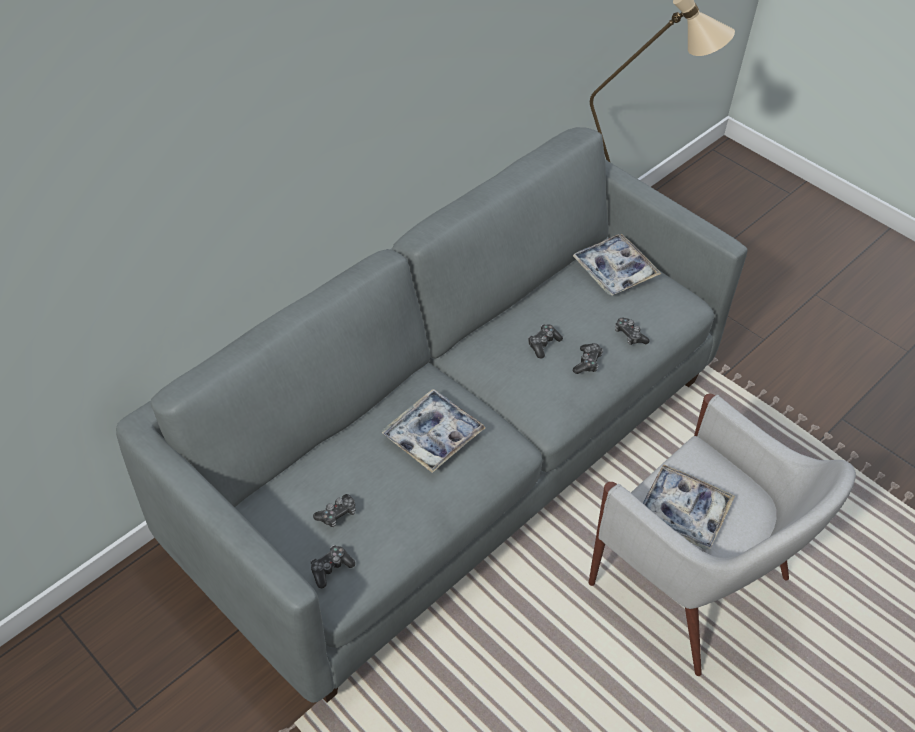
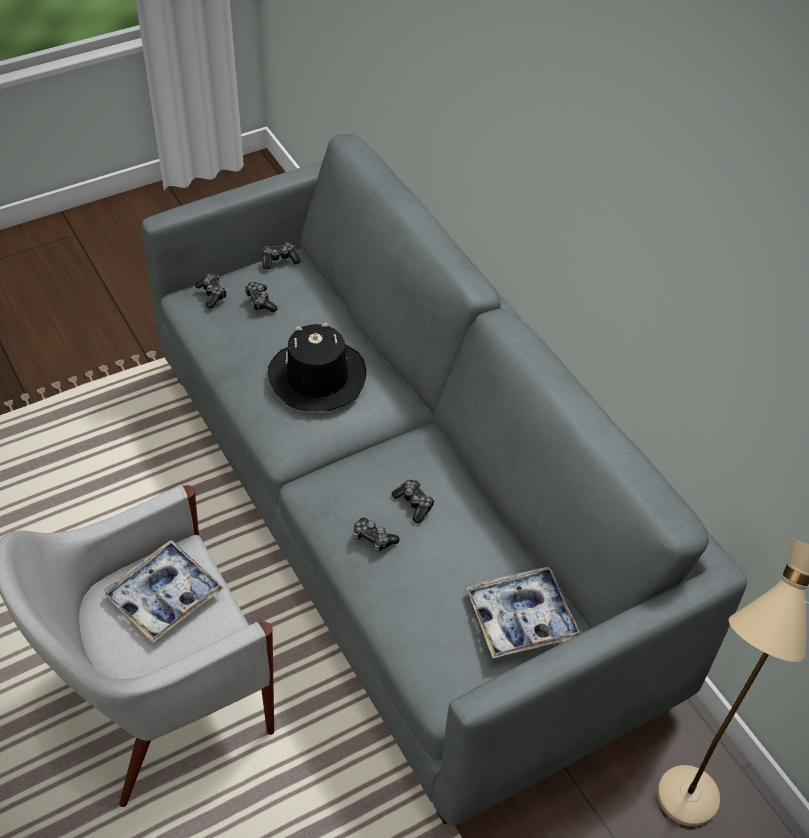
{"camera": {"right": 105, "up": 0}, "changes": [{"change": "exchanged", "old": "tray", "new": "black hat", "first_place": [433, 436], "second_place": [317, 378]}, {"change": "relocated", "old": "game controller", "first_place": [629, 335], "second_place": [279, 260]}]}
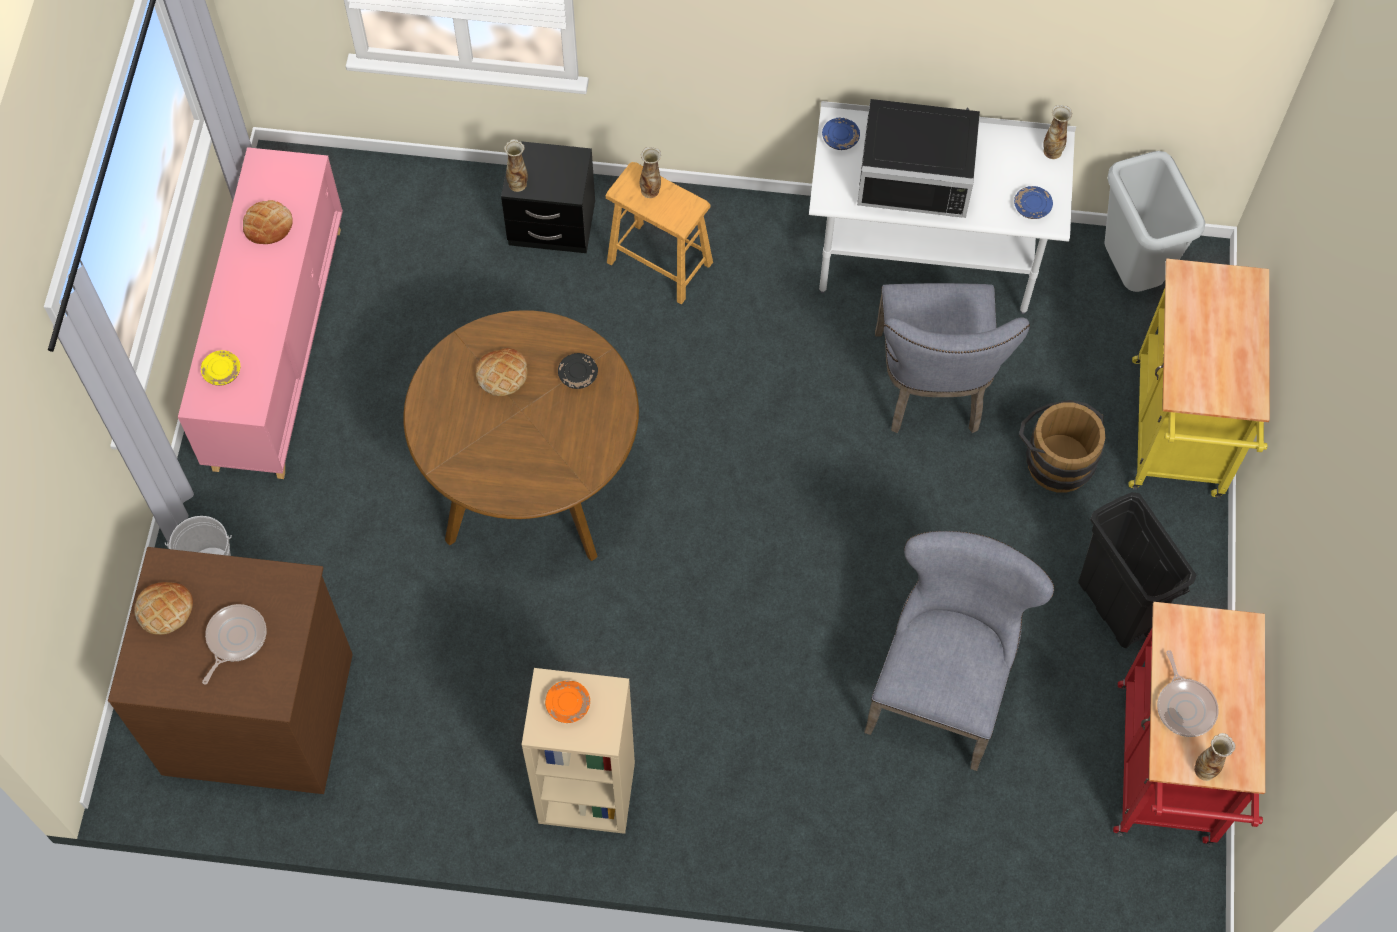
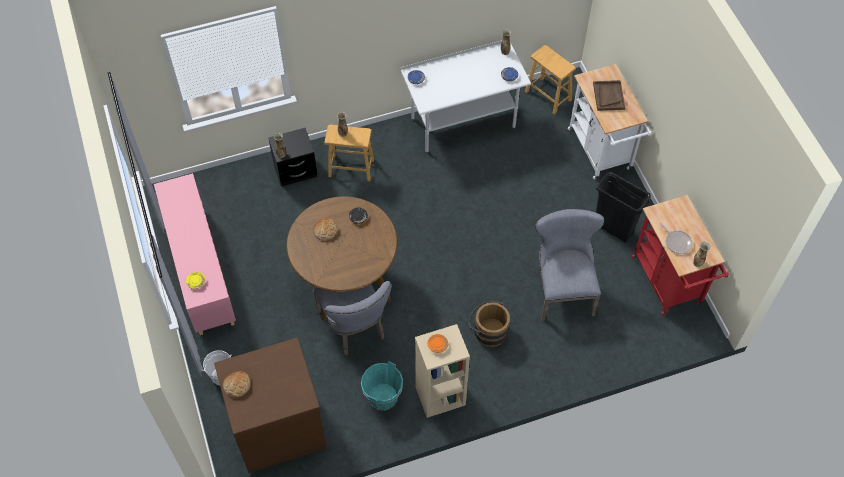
{"camera": {"right": -25, "up": -5}, "changes": [{"change": "missing", "old": "frying pan", "first_place": [235, 639]}, {"change": "missing", "old": "bread", "first_place": [268, 225]}, {"change": "missing", "old": "black microwave", "first_place": [916, 170]}, {"change": "relocated", "old": "grey chair", "first_place": [932, 390], "second_place": [355, 327]}, {"change": "relocated", "old": "brown bucket", "first_place": [1055, 458], "second_place": [488, 330]}, {"change": "exchanged", "old": "grey trash can", "new": "brown stool", "first_place": [1131, 273], "second_place": [548, 95]}, {"change": "colour", "old": "yellow cart", "new": "white cart", "first_place": [1177, 438], "second_place": [601, 152]}, {"change": "appeared", "new": "turquoise bucket", "second_place": [382, 397]}, {"change": "appeared", "new": "brown tray", "second_place": [608, 96]}]}
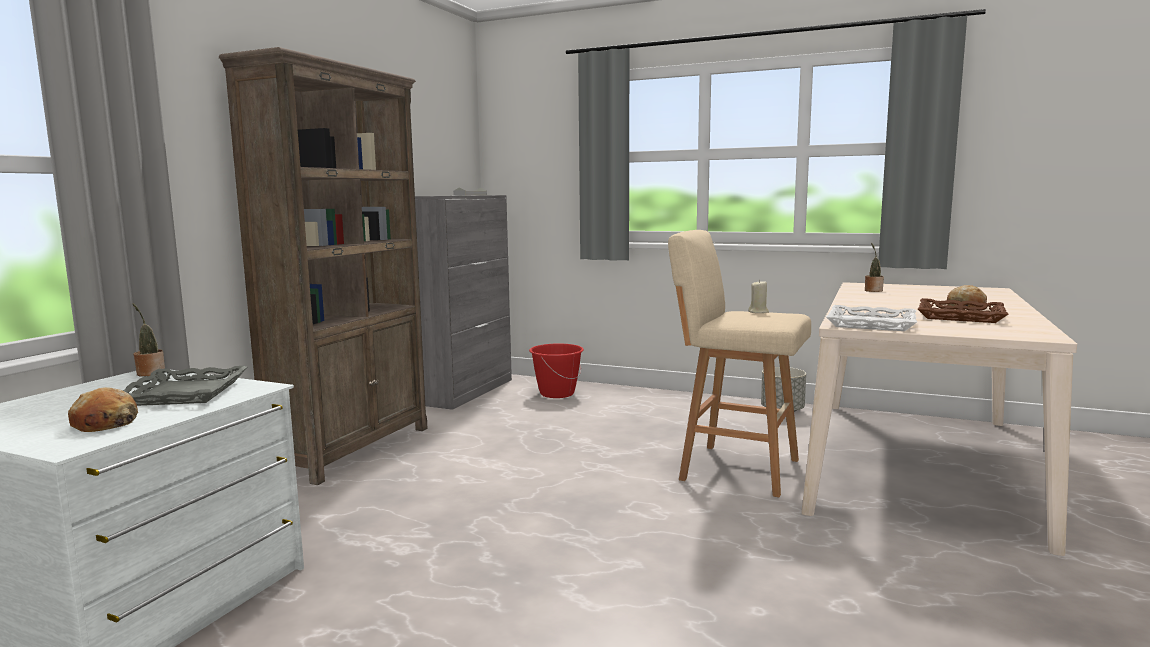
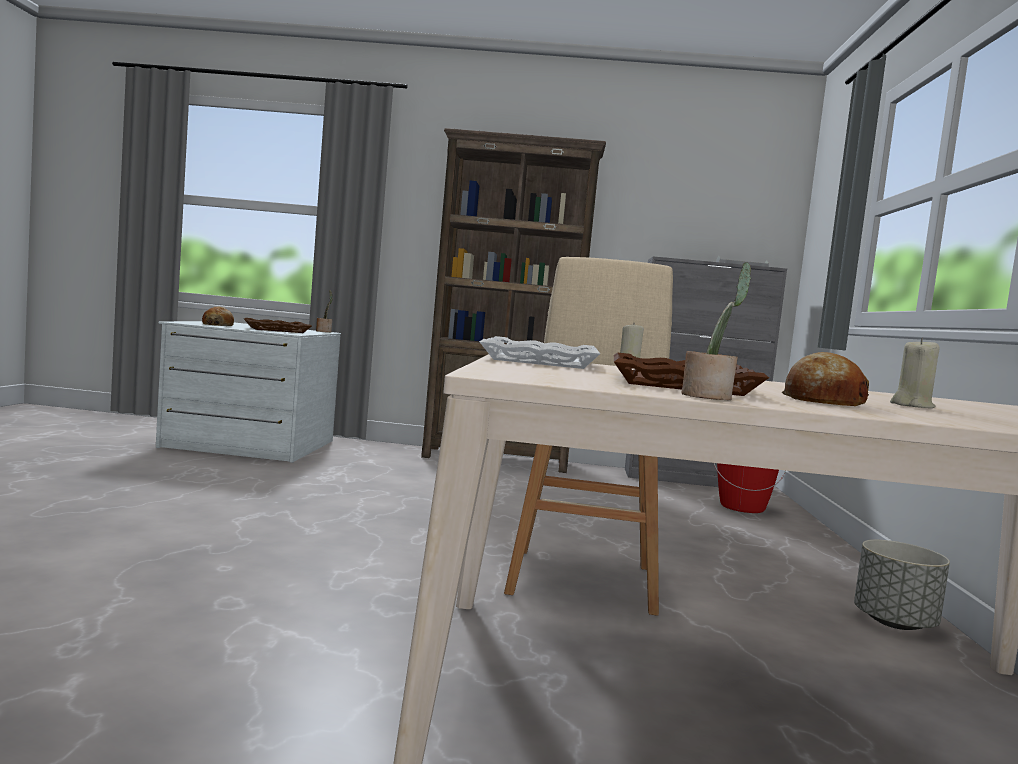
{"camera": {"right": 70, "up": -5}, "changes": [{"change": "colour", "old": "grey tray", "new": "brown tray", "first_place": [183, 393], "second_place": [276, 330]}, {"change": "relocated", "old": "potted plant", "first_place": [873, 290], "second_place": [709, 397]}, {"change": "appeared", "new": "beige candle", "second_place": [912, 406]}]}
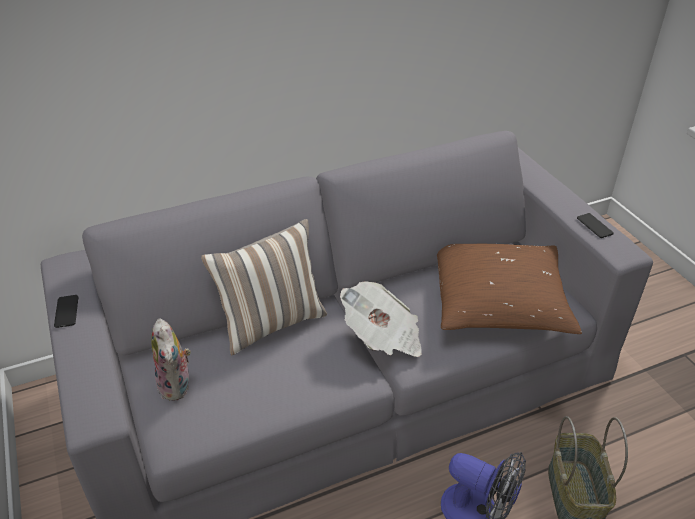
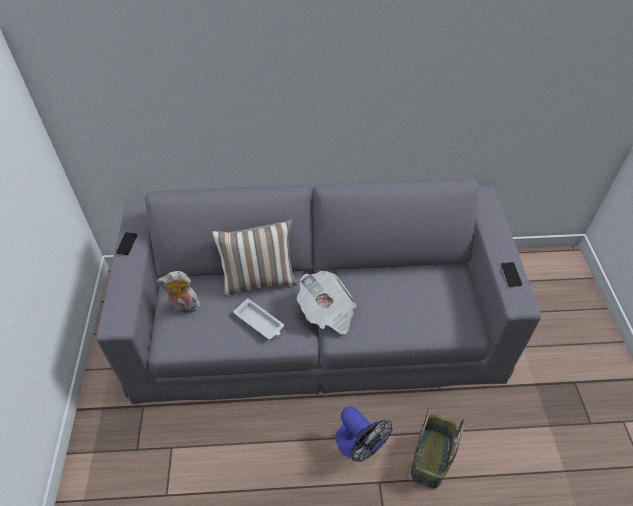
{"camera": {"right": 20, "up": 10}, "changes": [{"change": "spun", "old": "plush toy", "first_place": [177, 385], "second_place": [184, 307], "degrees": 90}, {"change": "missing", "old": "brown pillow", "first_place": [499, 301]}, {"change": "appeared", "new": "white tray", "second_place": [259, 322]}]}
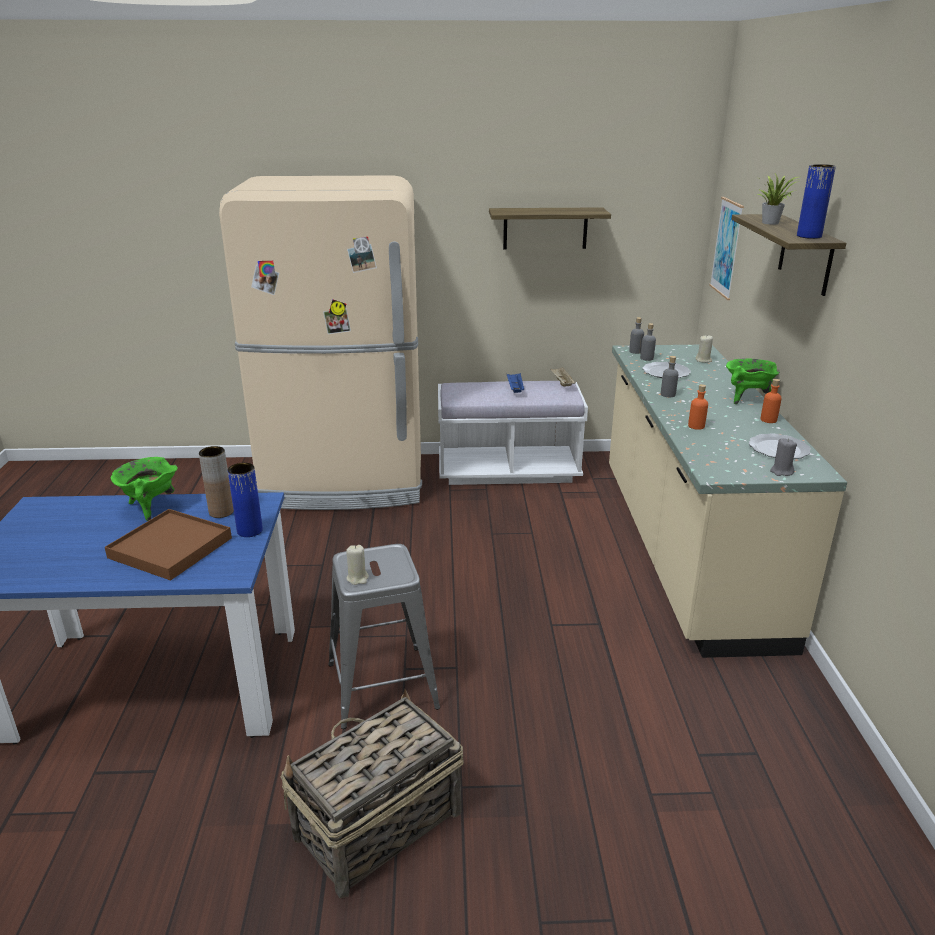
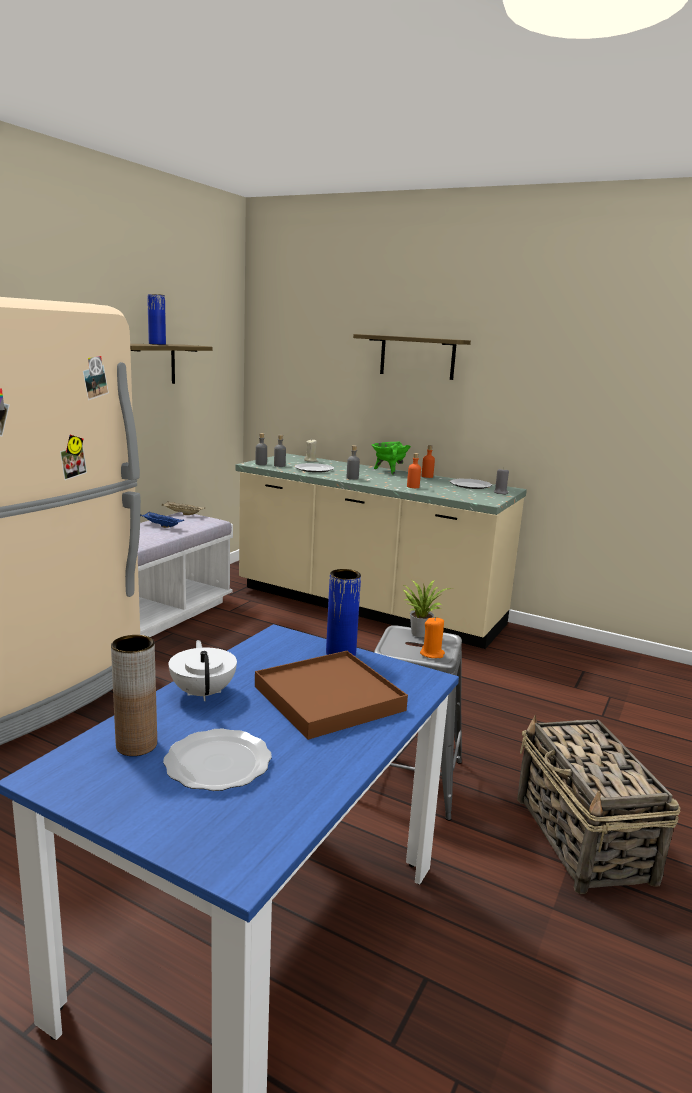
{"camera": {"right": -60, "up": -10}, "changes": [{"change": "exchanged", "old": "green cooking pot", "new": "white teapot", "first_place": [150, 508], "second_place": [203, 692]}, {"change": "relocated", "old": "brown vase", "first_place": [221, 512], "second_place": [136, 745]}, {"change": "colour", "old": "beige candle", "new": "orange candle", "first_place": [357, 578], "second_place": [432, 654]}, {"change": "missing", "old": "picture", "first_place": [726, 248]}, {"change": "relocated", "old": "potted plant", "first_place": [771, 222], "second_place": [419, 632]}, {"change": "relocated", "old": "blue vase", "first_place": [809, 236], "second_place": [157, 344]}, {"change": "appeared", "new": "plate", "second_place": [216, 764]}]}
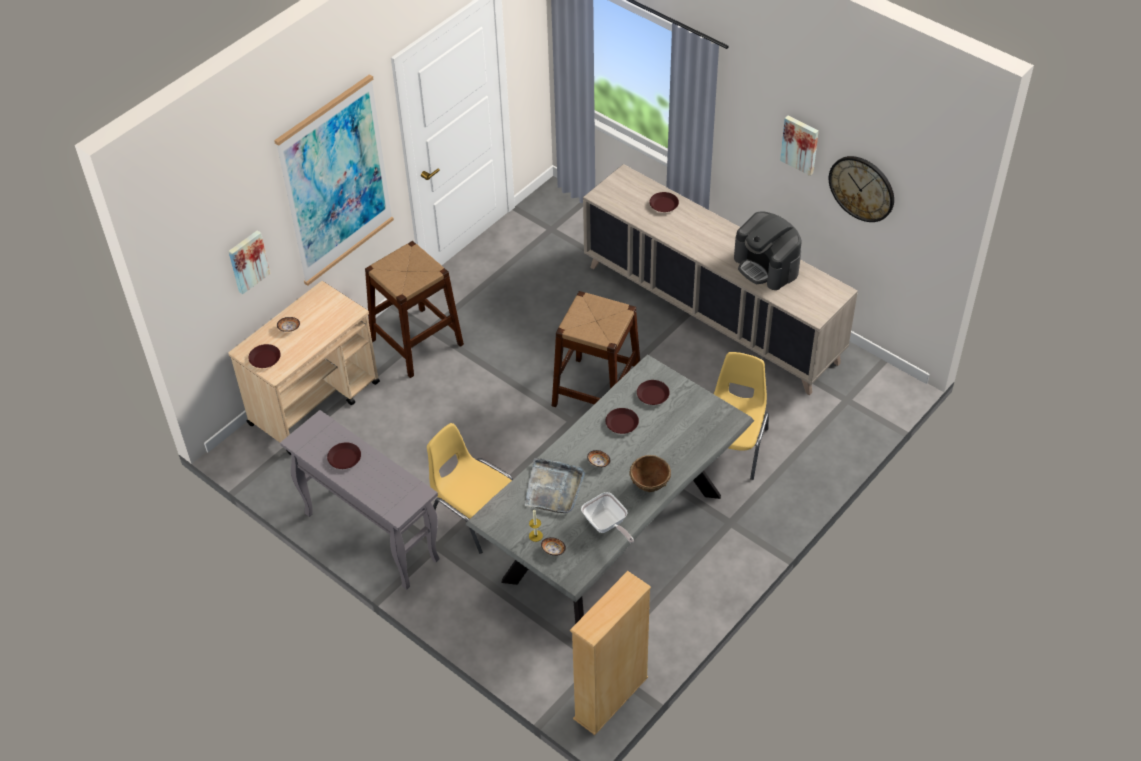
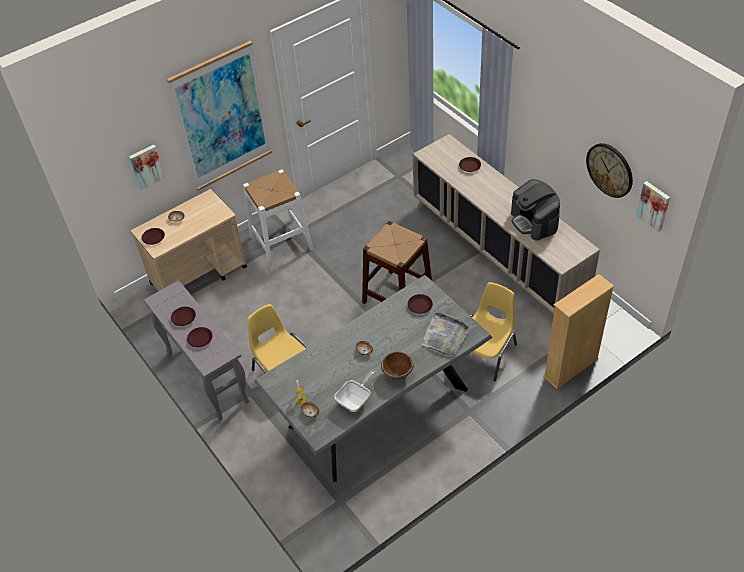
{"camera": {"right": 15, "up": 0}, "changes": [{"change": "colour", "old": "brown stool", "new": "white stool", "first_place": [416, 342], "second_place": [281, 242]}, {"change": "relocated", "old": "grey tray", "first_place": [554, 488], "second_place": [445, 335]}, {"change": "relocated", "old": "beige bookcase", "first_place": [611, 698], "second_place": [570, 368]}, {"change": "spun", "old": "frying pan", "first_place": [607, 525], "second_place": [356, 400], "degrees": -120}, {"change": "relocated", "old": "brown plate", "first_place": [621, 423], "second_place": [200, 339]}, {"change": "relocated", "old": "picture", "first_place": [800, 144], "second_place": [654, 205]}]}
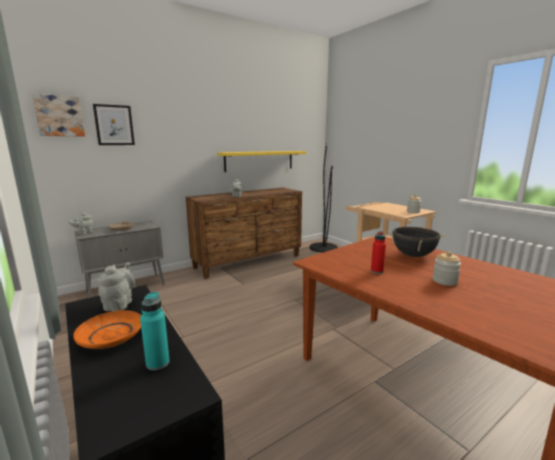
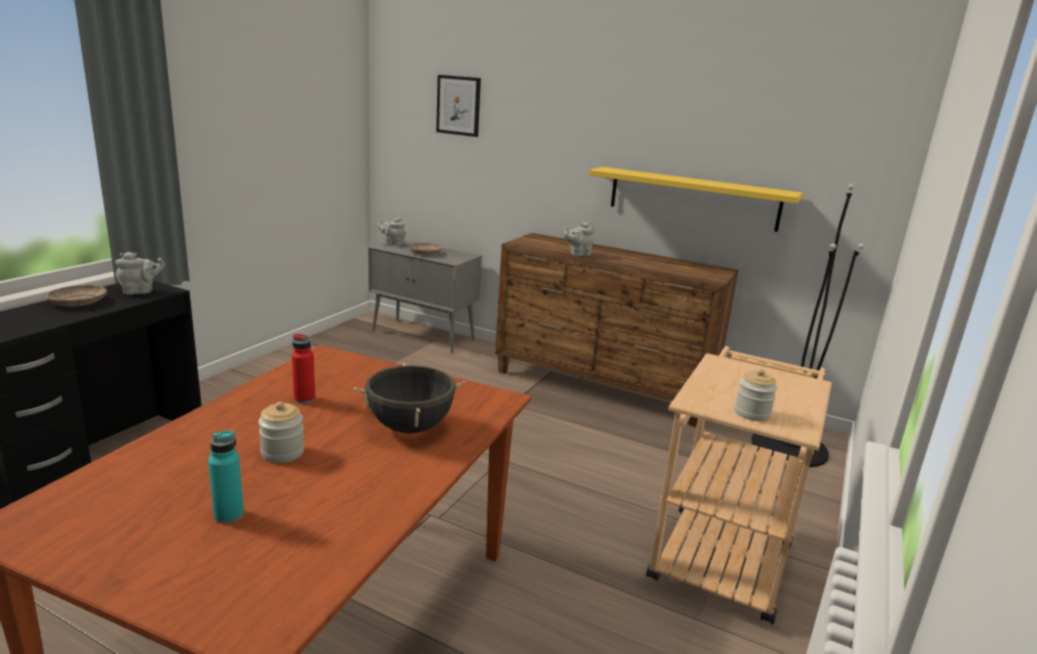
{"camera": {"right": 60, "up": 5}, "changes": [{"change": "missing", "old": "picture", "first_place": [59, 116]}, {"change": "colour", "old": "orange plate", "new": "beige plate", "first_place": [111, 337], "second_place": [78, 302]}, {"change": "relocated", "old": "turquoise bottle", "first_place": [158, 363], "second_place": [229, 515]}]}
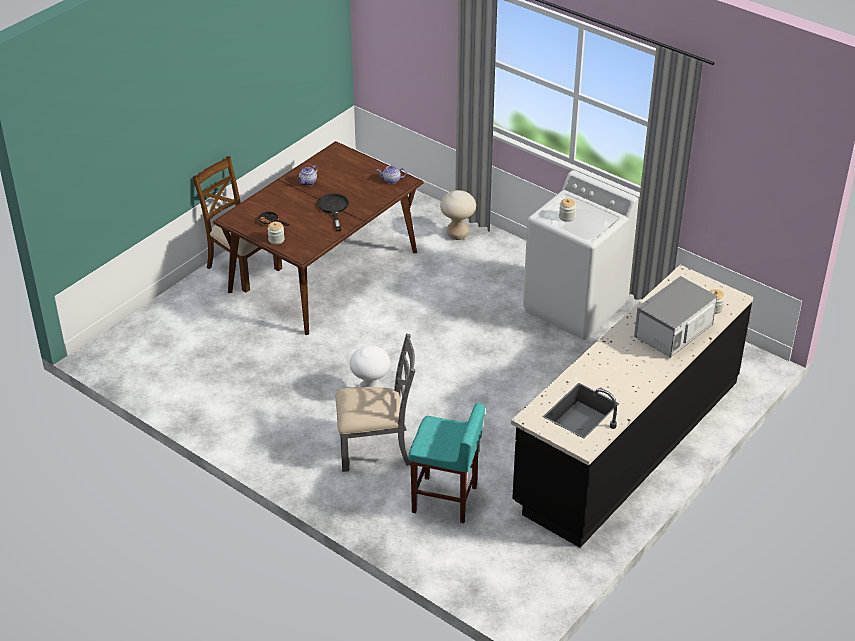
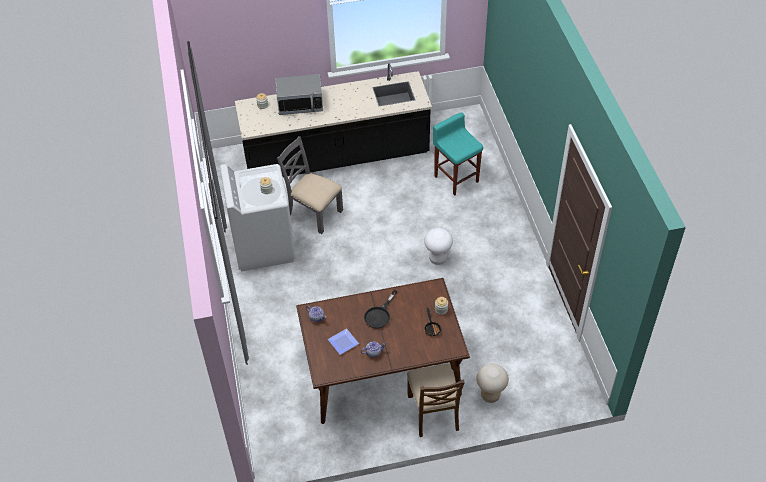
{"camera": {"right": -140, "up": 10}, "changes": [{"change": "relocated", "old": "grey chair", "first_place": [375, 448], "second_place": [314, 213]}, {"change": "relocated", "old": "beige stool", "first_place": [457, 235], "second_place": [490, 395]}, {"change": "appeared", "new": "plate", "second_place": [343, 343]}]}
